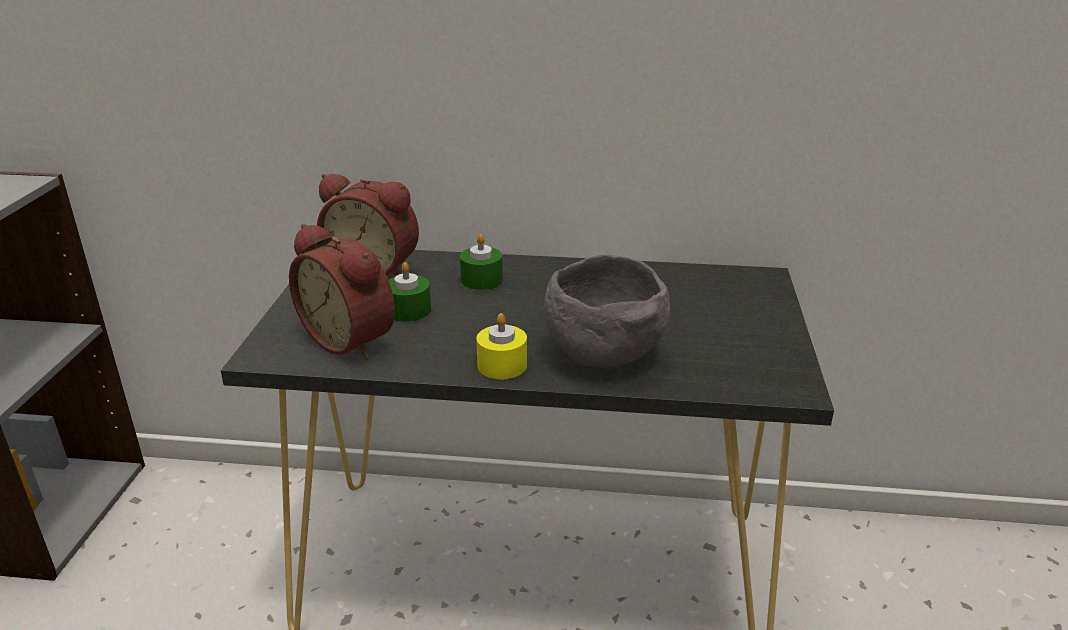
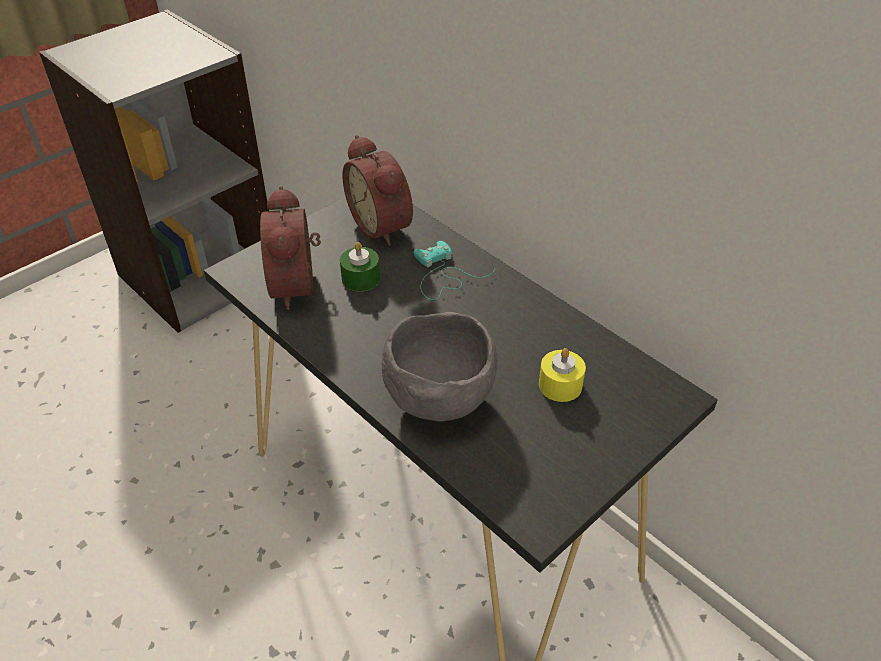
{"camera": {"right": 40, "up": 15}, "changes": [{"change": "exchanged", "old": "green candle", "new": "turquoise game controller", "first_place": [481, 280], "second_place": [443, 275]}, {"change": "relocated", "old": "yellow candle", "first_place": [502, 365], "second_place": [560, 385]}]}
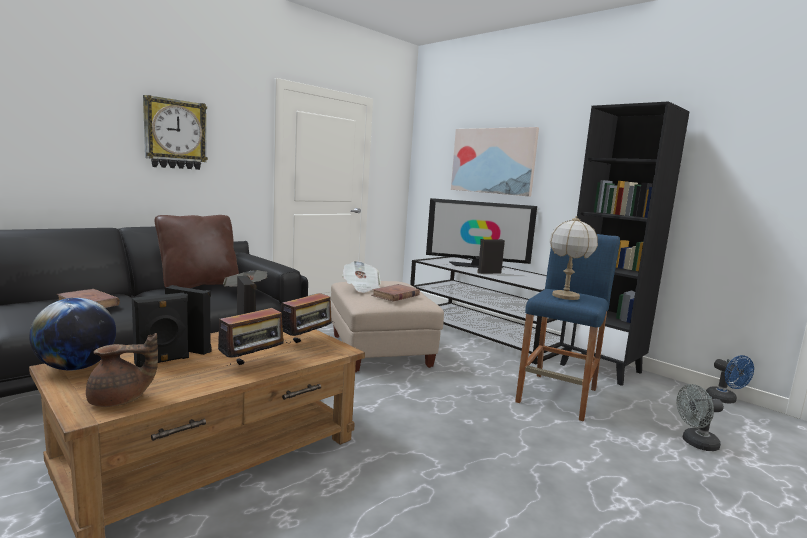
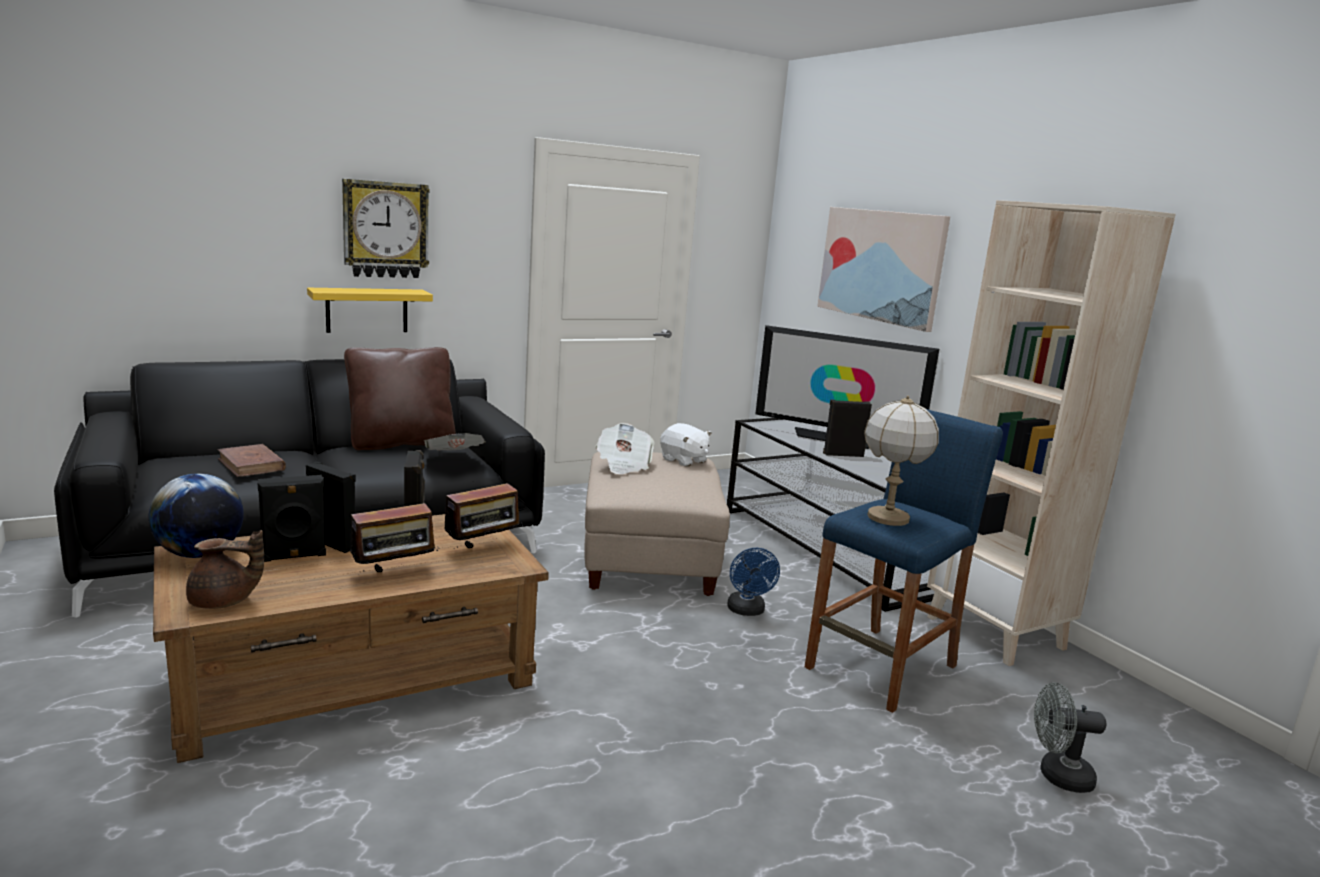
{"camera": {"right": 15, "up": 5}, "changes": [{"change": "missing", "old": "brown book", "first_place": [395, 295]}, {"change": "colour", "old": "black bookcase", "new": "beige bookcase", "first_place": [601, 368], "second_place": [996, 633]}, {"change": "relocated", "old": "blue fan", "first_place": [725, 400], "second_place": [747, 611]}, {"change": "appeared", "new": "yellow shelf", "second_place": [367, 310]}, {"change": "appeared", "new": "white plush toy", "second_place": [684, 461]}]}
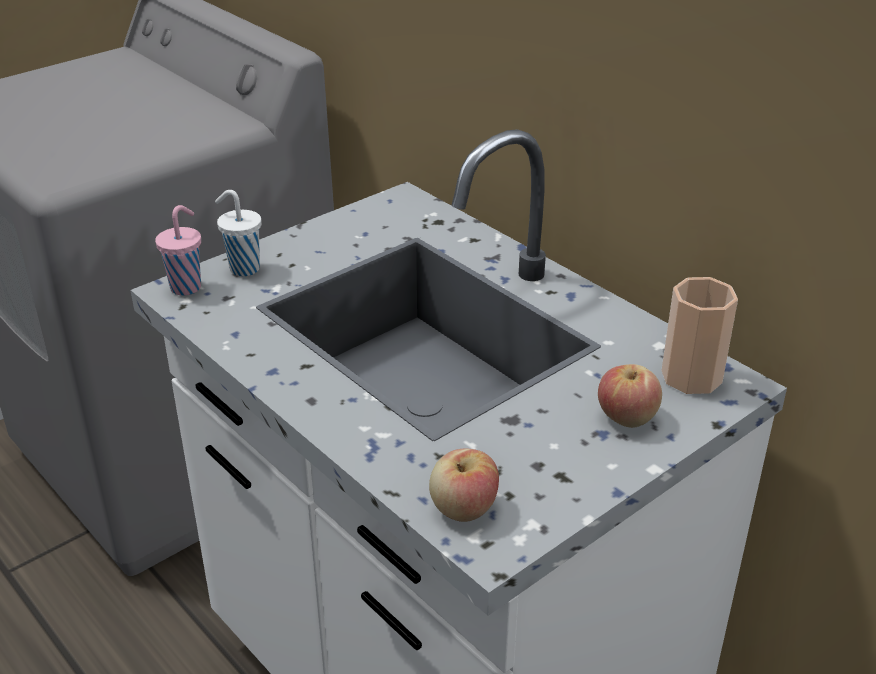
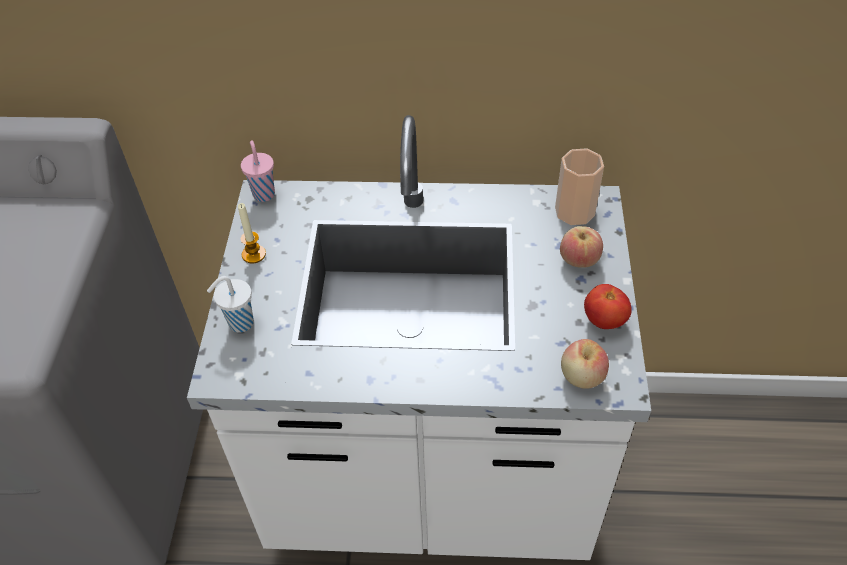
{"camera": {"right": -45, "up": 15}, "changes": [{"change": "relocated", "old": "pink cup", "first_place": [187, 287], "second_place": [263, 193]}, {"change": "appeared", "new": "candle", "second_place": [254, 254]}, {"change": "appeared", "new": "tomato", "second_place": [604, 320]}]}
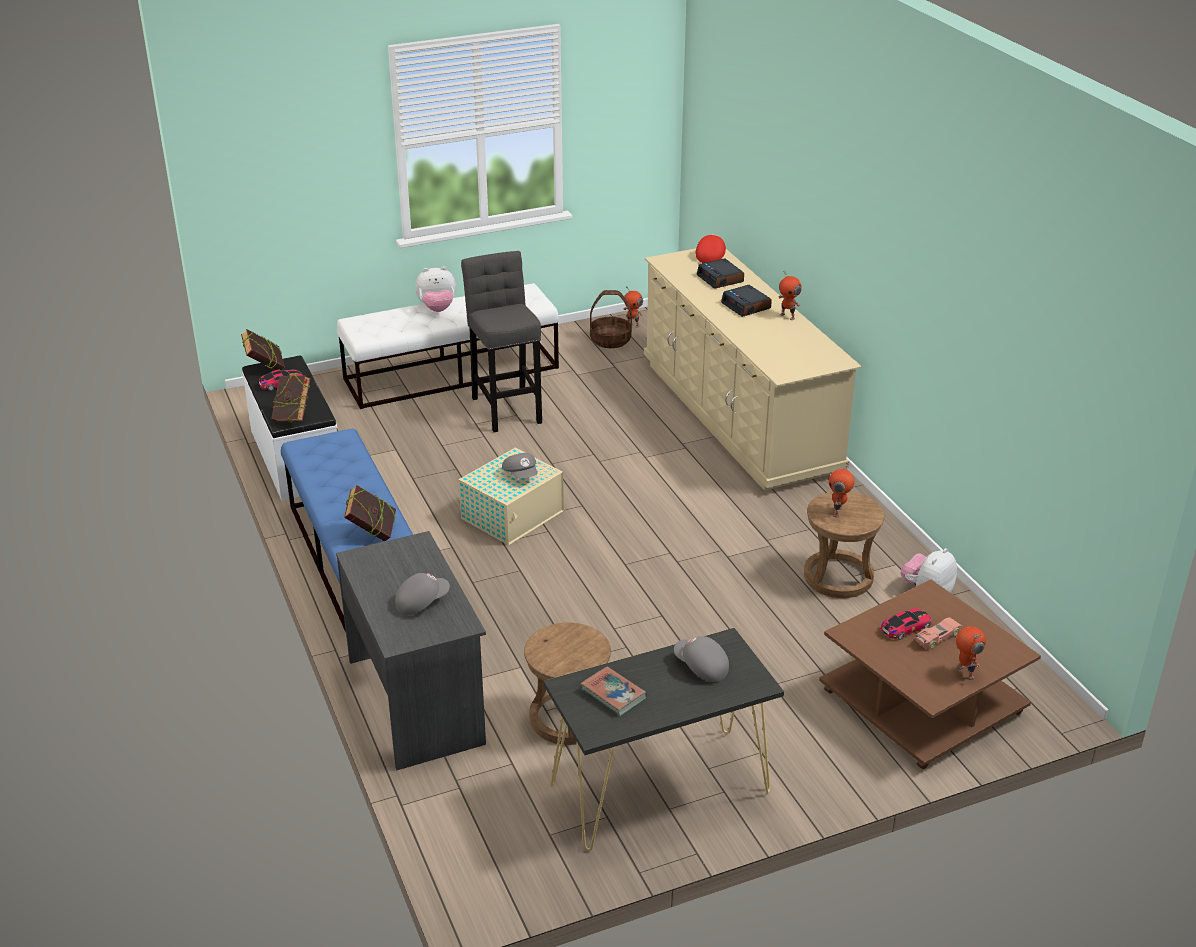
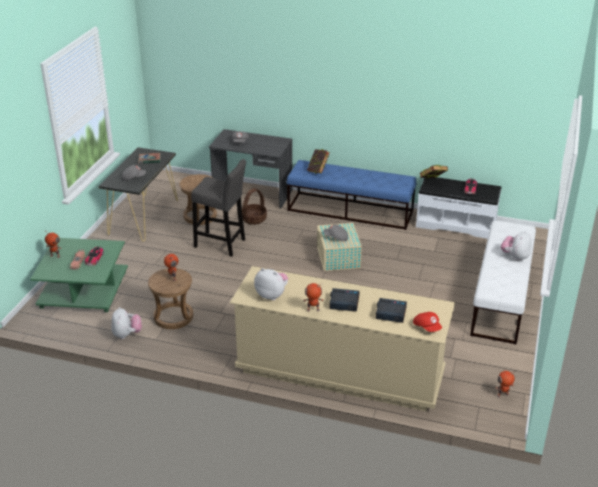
{"camera": {"right": 130, "up": 0}, "changes": [{"change": "missing", "old": "book", "first_place": [265, 369]}, {"change": "relocated", "old": "grey stool", "first_place": [506, 408], "second_place": [222, 244]}, {"change": "relocated", "old": "basket", "first_place": [610, 340], "second_place": [254, 219]}, {"change": "colour", "old": "brown coffee table", "new": "green coffee table", "first_place": [919, 701], "second_place": [85, 289]}, {"change": "appeared", "new": "plush toy", "second_place": [272, 295]}]}
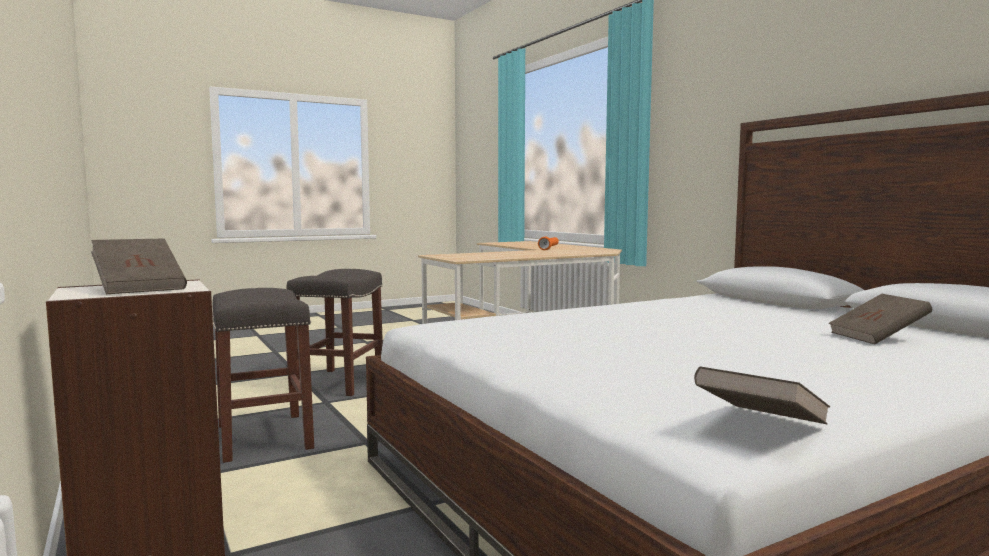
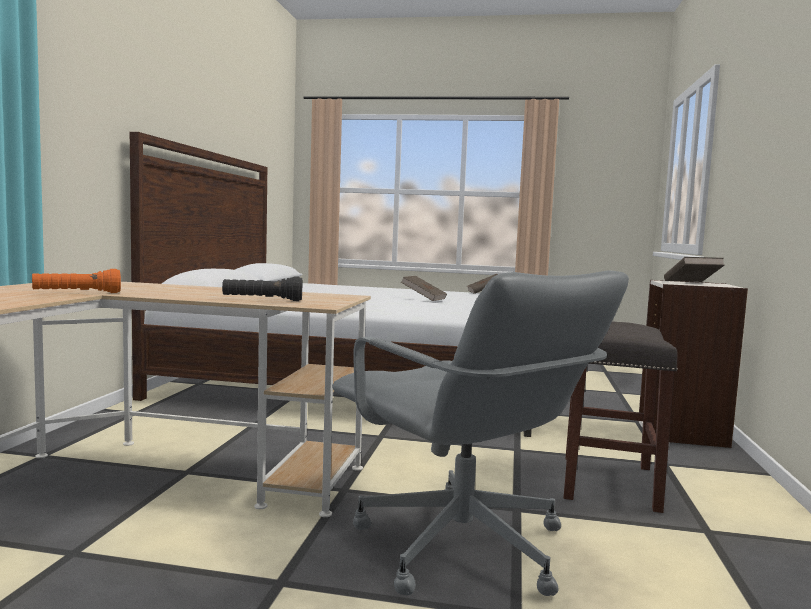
{"camera": {"right": -140, "up": 0}, "changes": [{"change": "exchanged", "old": "grey stool", "new": "grey office chair", "first_place": [339, 382], "second_place": [462, 548]}, {"change": "relocated", "old": "brown book", "first_place": [877, 337], "second_place": [423, 298]}, {"change": "appeared", "new": "black flashlight", "second_place": [262, 300]}]}
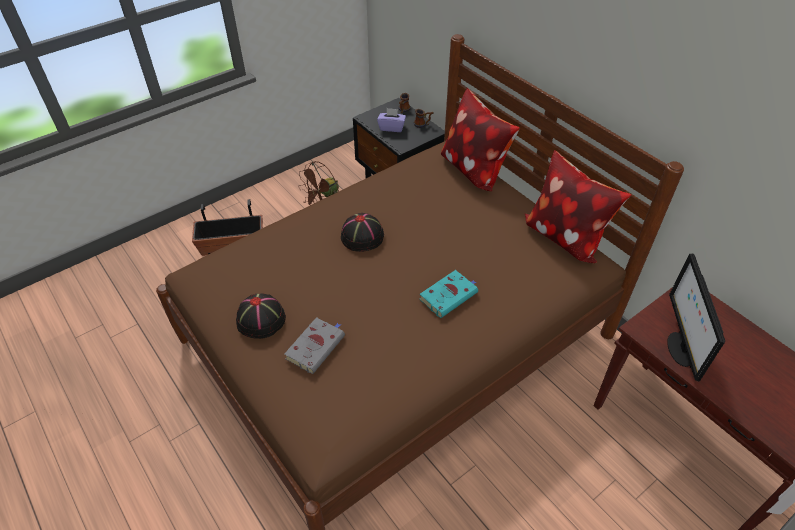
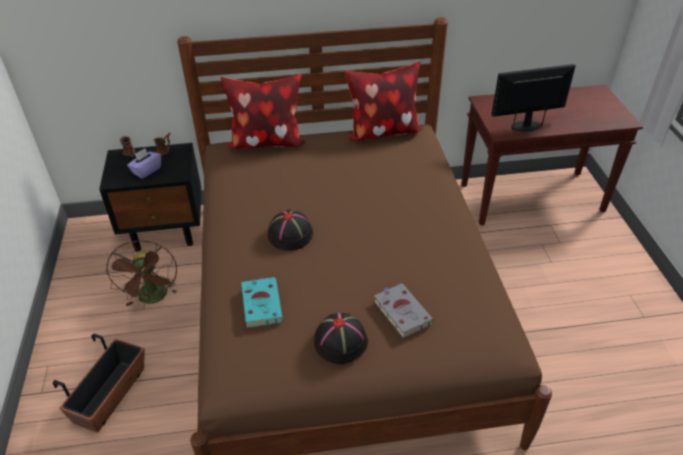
{"camera": {"right": -60, "up": -5}, "changes": [{"change": "relocated", "old": "turquoise book", "first_place": [449, 295], "second_place": [261, 303]}, {"change": "spun", "old": "monitor", "first_place": [679, 348], "second_place": [526, 126], "degrees": 135}]}
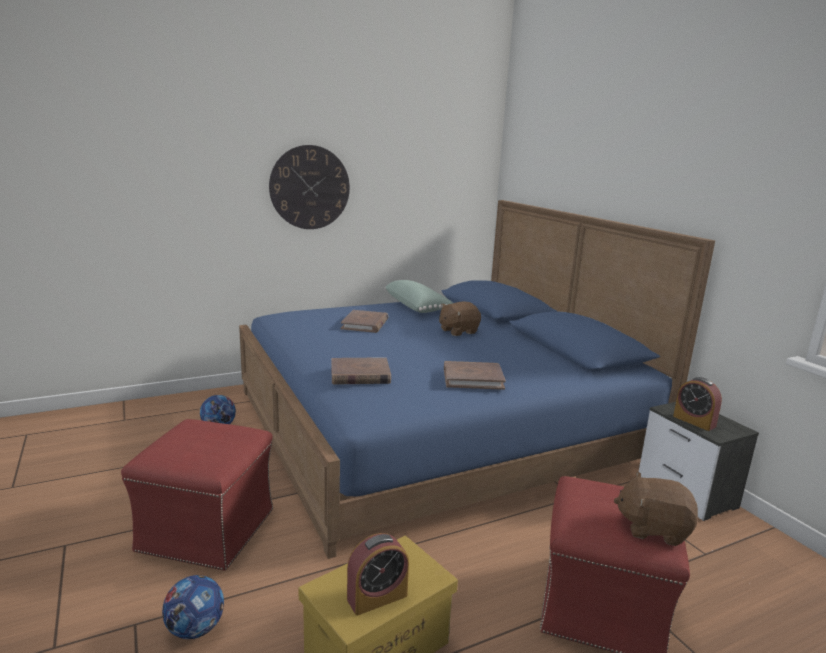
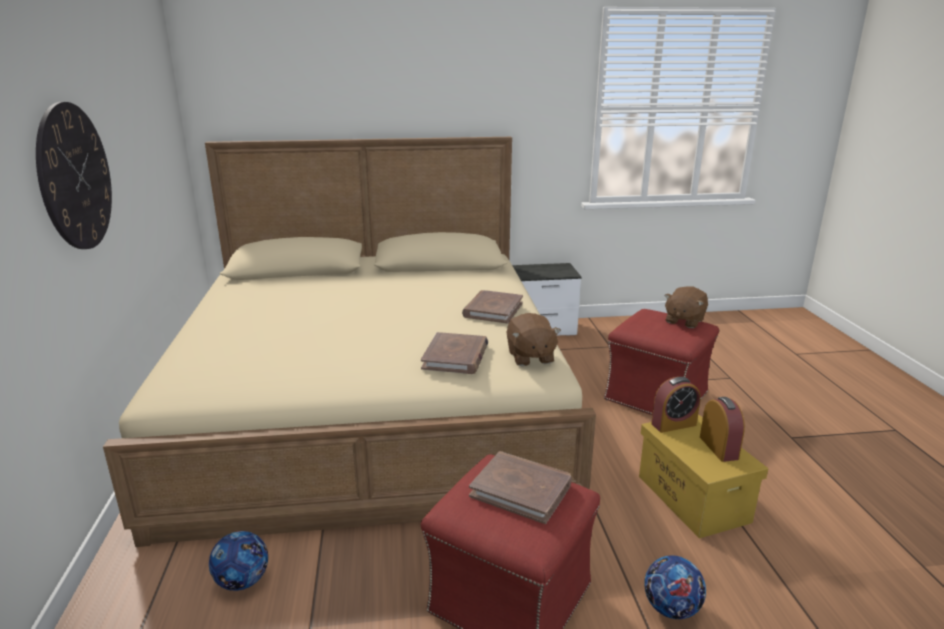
{"camera": {"right": -70, "up": 5}, "changes": [{"change": "colour", "old": "blue bed", "new": "beige bed", "first_place": [436, 424], "second_place": [371, 402]}, {"change": "relocated", "old": "brown book", "first_place": [365, 324], "second_place": [521, 490]}, {"change": "missing", "old": "green pillow", "first_place": [417, 307]}, {"change": "relocated", "old": "brown plush toy", "first_place": [458, 331], "second_place": [530, 357]}, {"change": "relocated", "old": "alarm clock", "first_place": [694, 421], "second_place": [673, 424]}]}
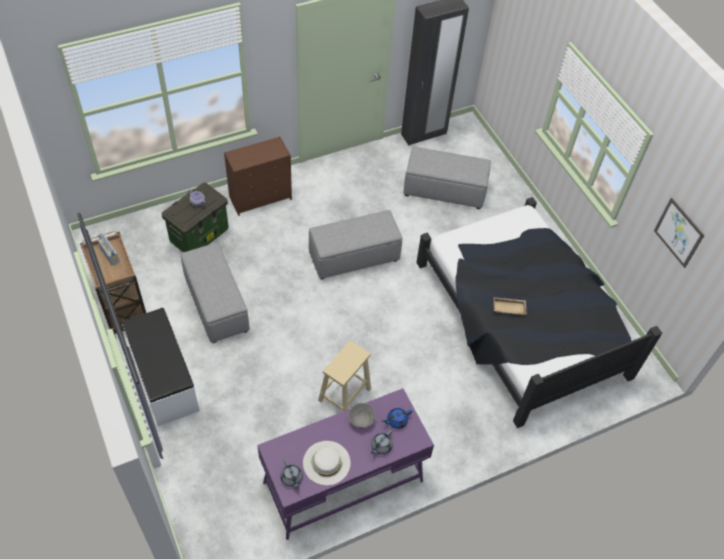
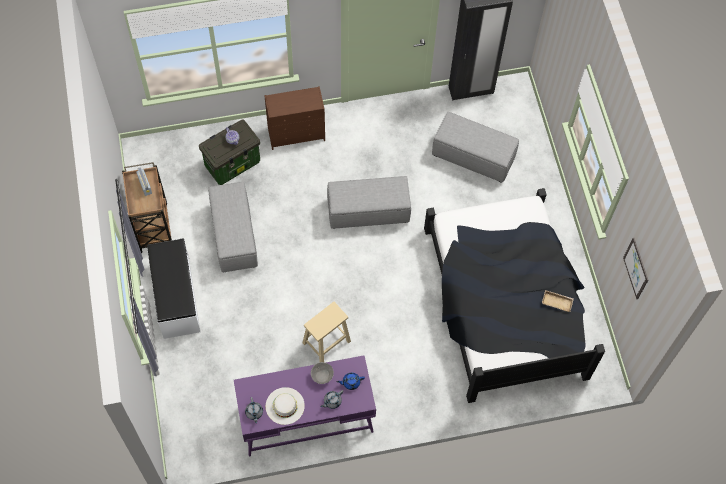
{"camera": {"right": 15, "up": 10}, "changes": [{"change": "relocated", "old": "beige tray", "first_place": [509, 307], "second_place": [557, 301]}]}
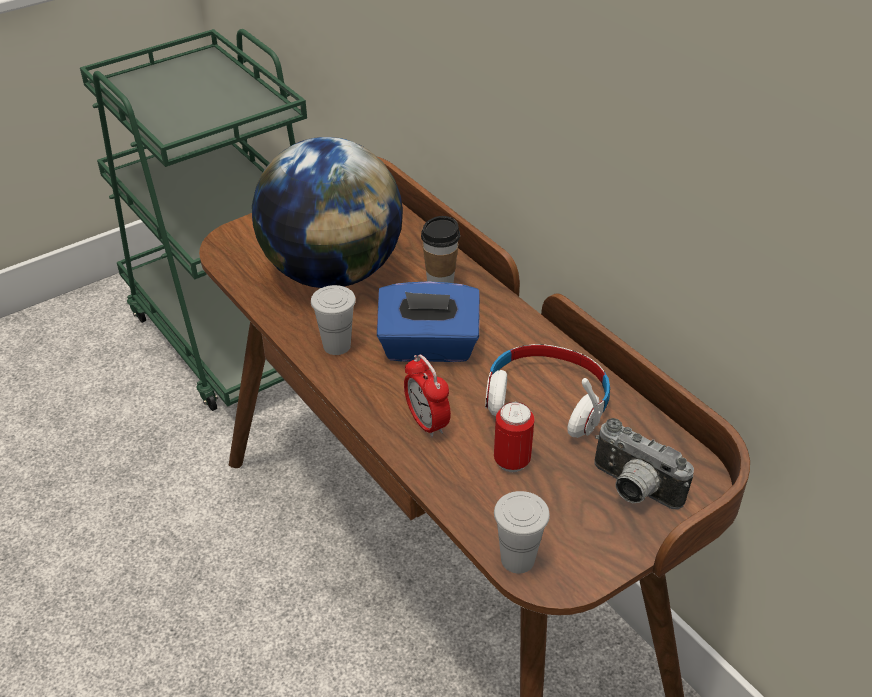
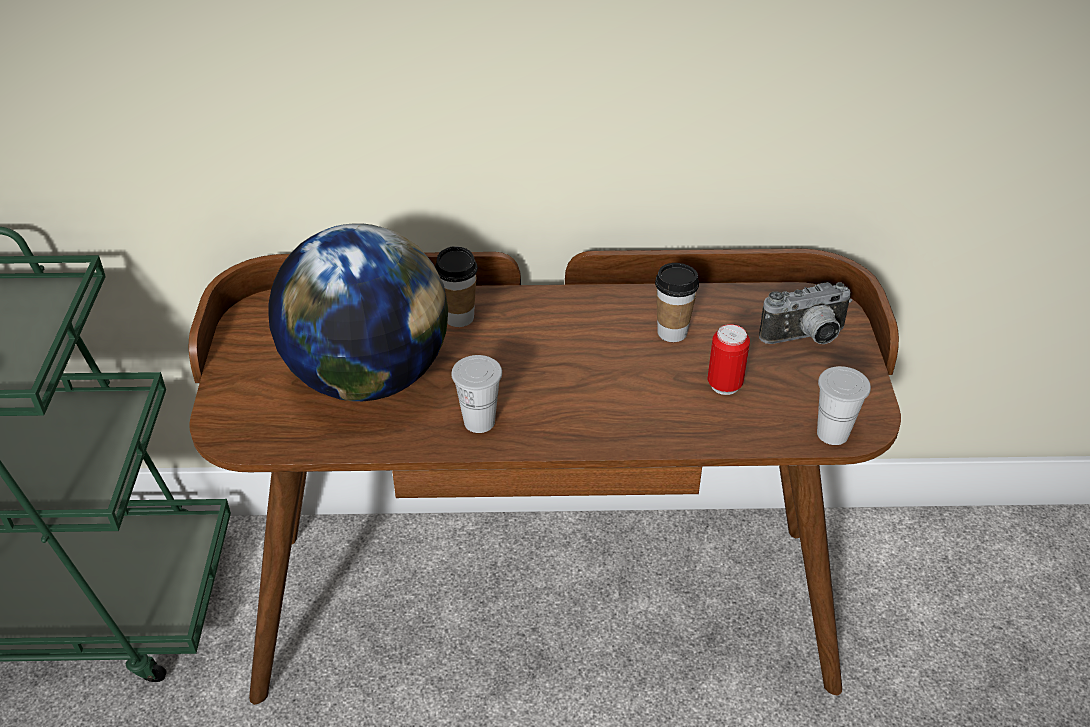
{"camera": {"right": -55, "up": 0}, "changes": [{"change": "missing", "old": "blue tissue box", "first_place": [428, 347]}, {"change": "missing", "old": "alarm clock", "first_place": [427, 423]}, {"change": "exchanged", "old": "white headphones", "new": "cup", "first_place": [546, 400], "second_place": [672, 332]}]}
